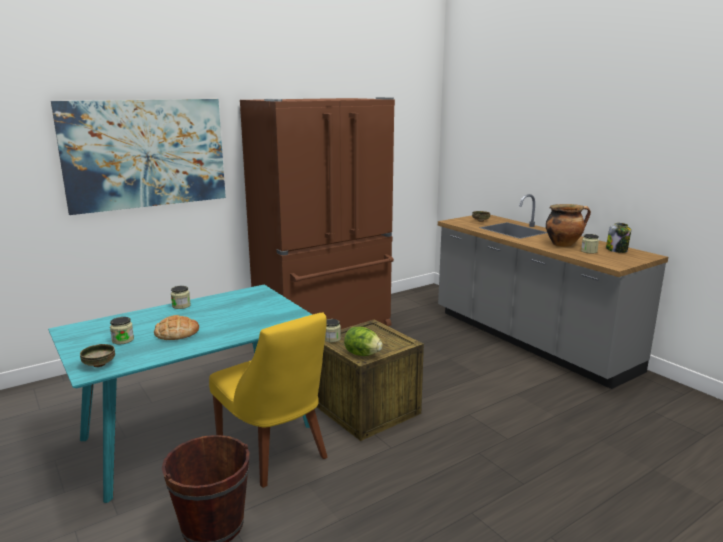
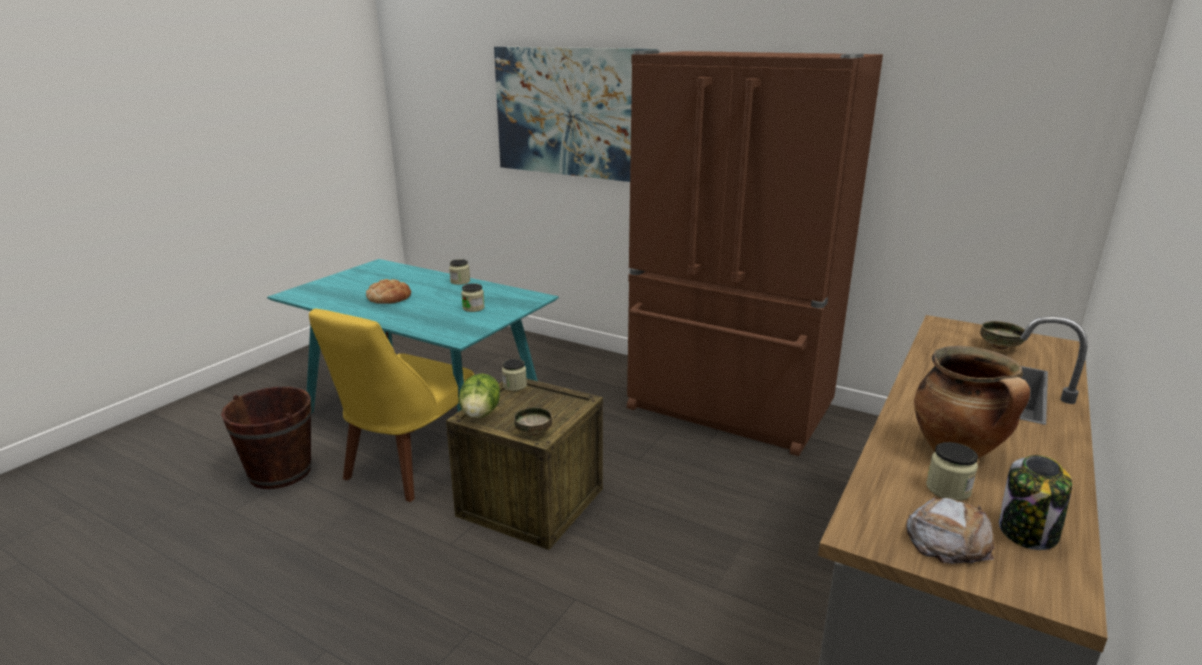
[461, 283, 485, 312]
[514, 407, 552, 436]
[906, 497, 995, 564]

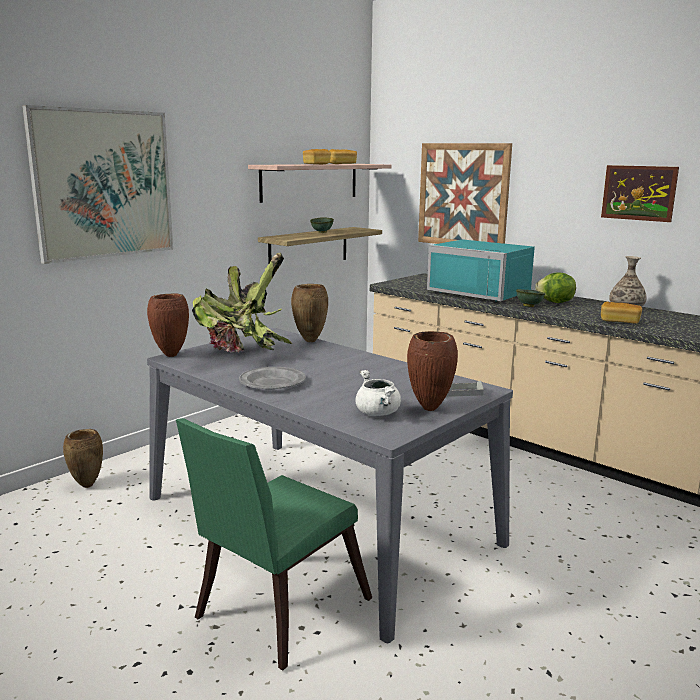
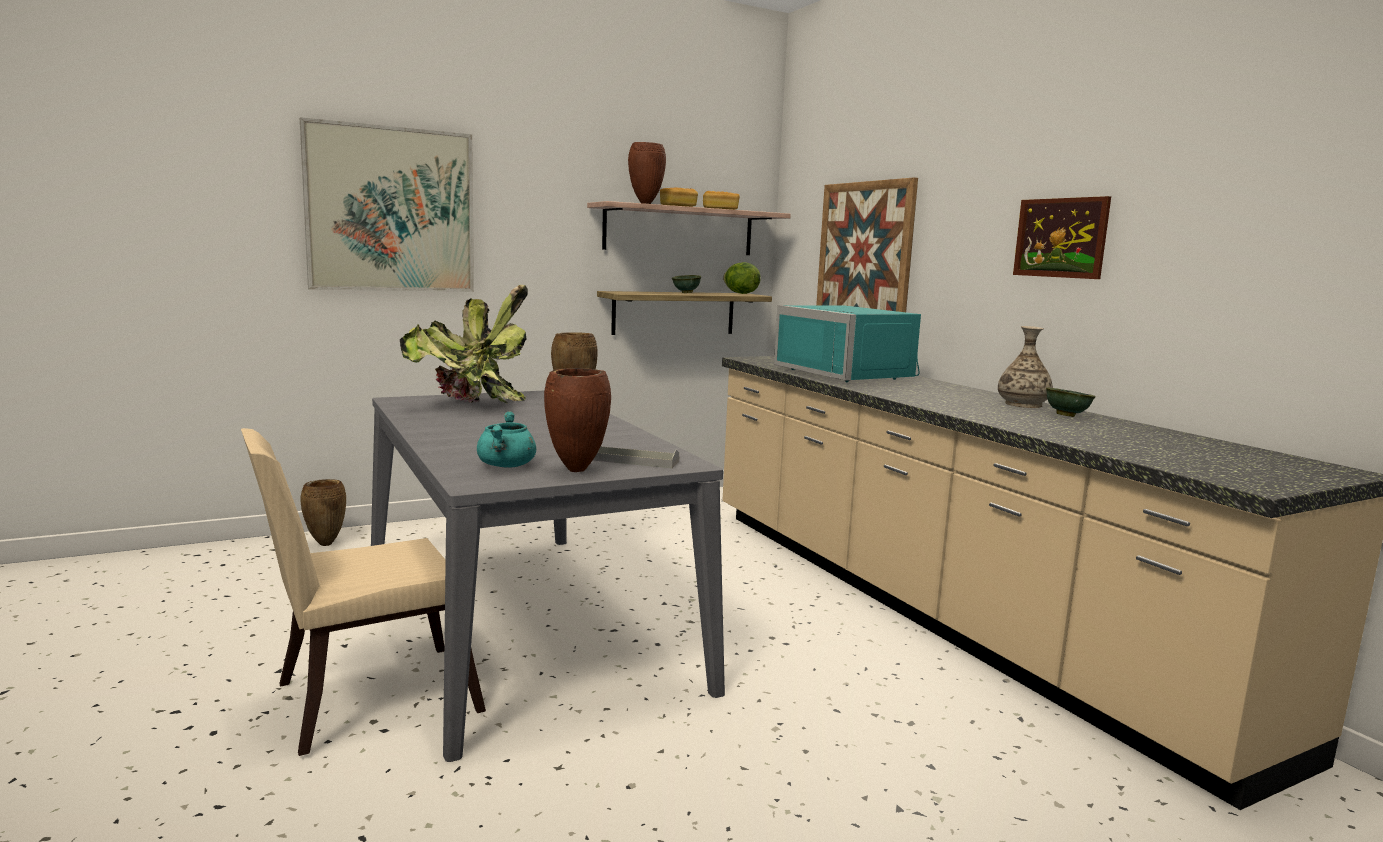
[723, 262, 761, 294]
[1046, 388, 1096, 417]
[628, 142, 666, 204]
[601, 302, 642, 324] (first image)
[239, 367, 306, 389] (first image)
[477, 411, 536, 468]
[241, 428, 486, 756]

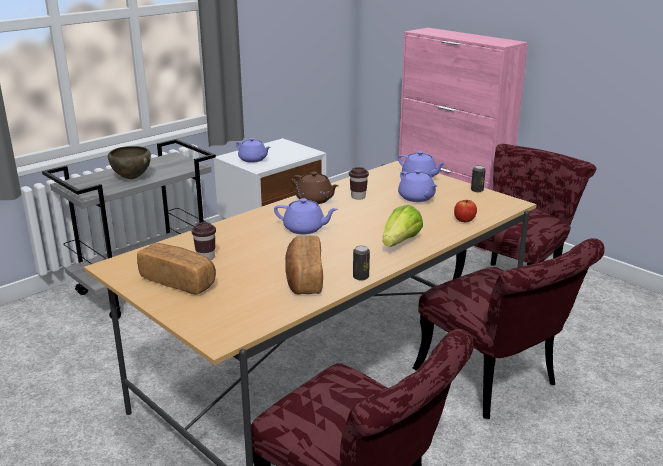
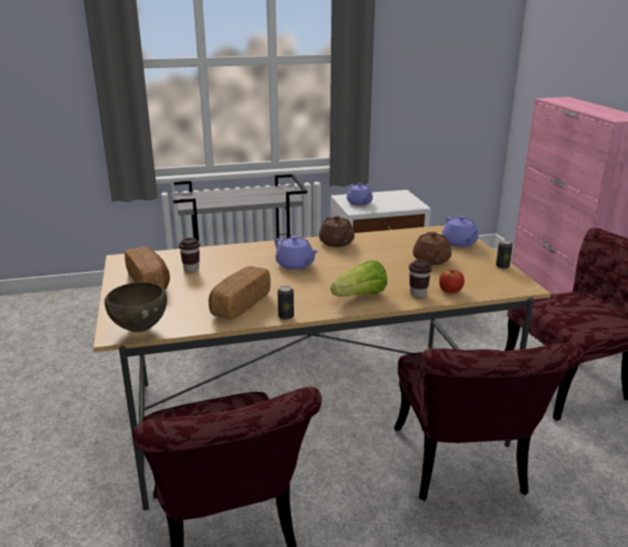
[104, 282, 167, 332]
[409, 260, 432, 297]
[413, 232, 451, 265]

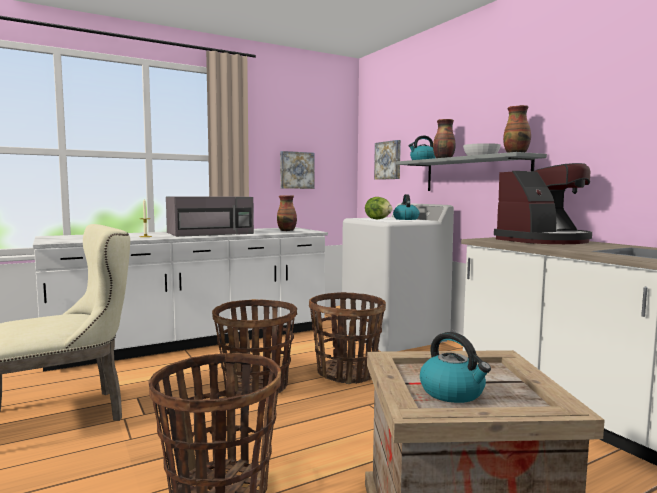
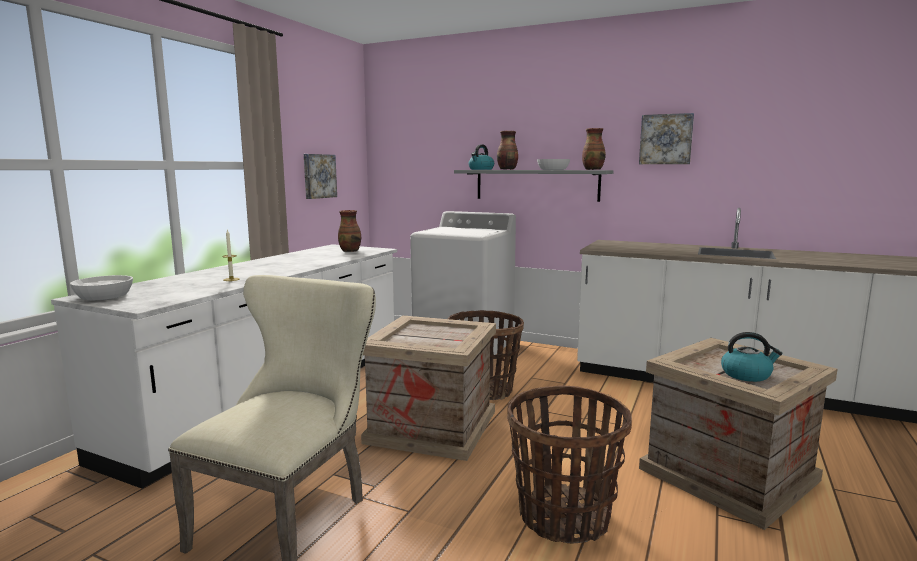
[639, 113, 694, 164]
[494, 163, 592, 244] (first image)
[393, 194, 419, 220] (first image)
[166, 196, 254, 237] (first image)
[365, 197, 392, 219] (first image)
[361, 315, 496, 461]
[70, 275, 133, 300]

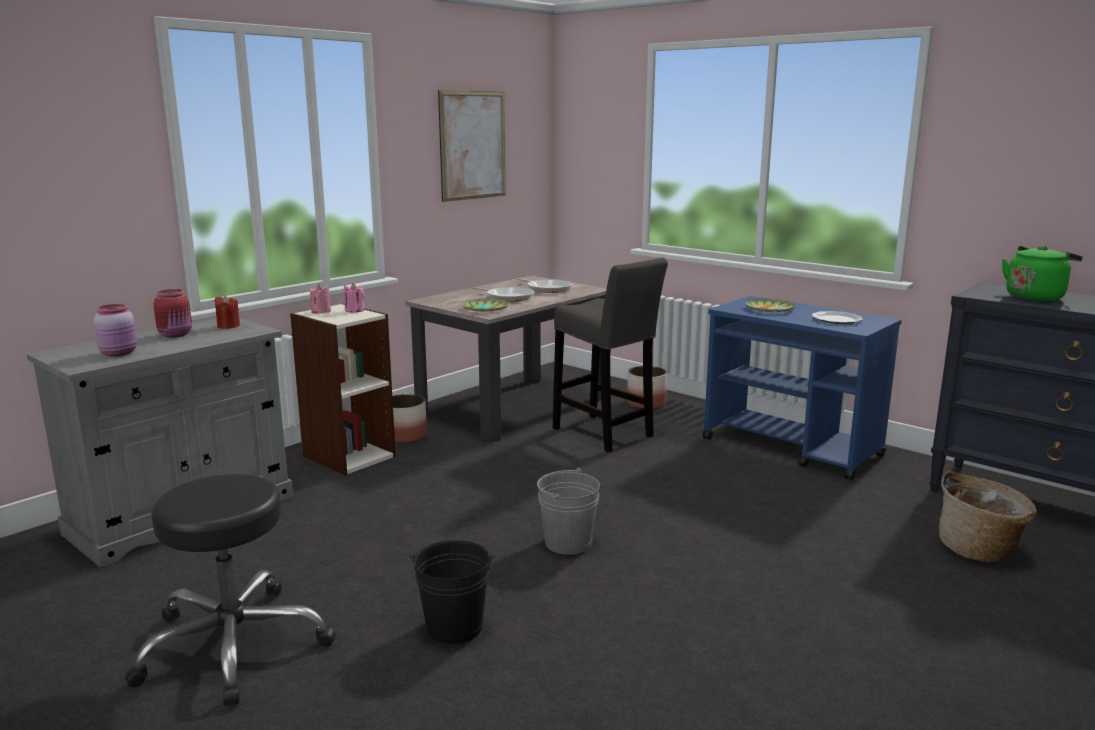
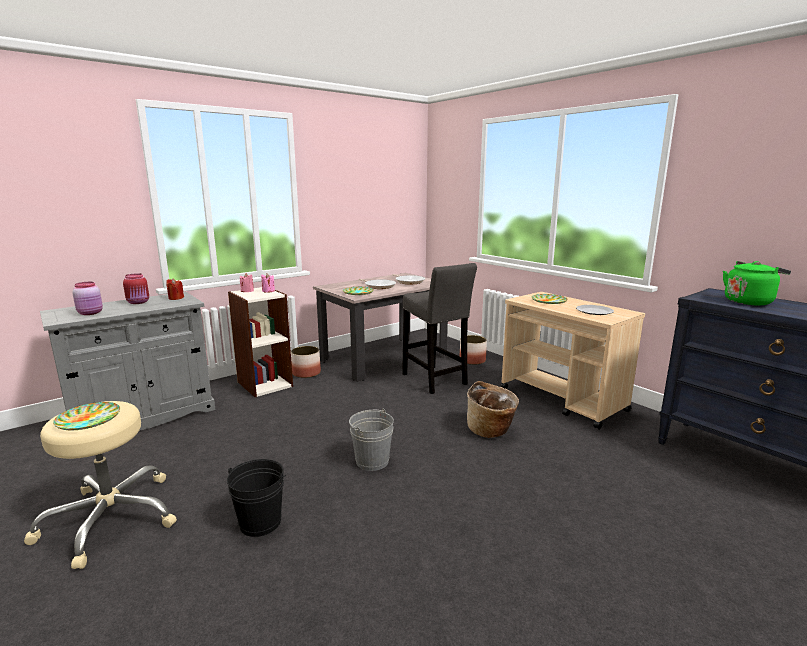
[438, 90, 506, 202] (first image)
[500, 292, 645, 430]
[467, 381, 519, 438]
[24, 401, 177, 569]
[53, 402, 120, 430]

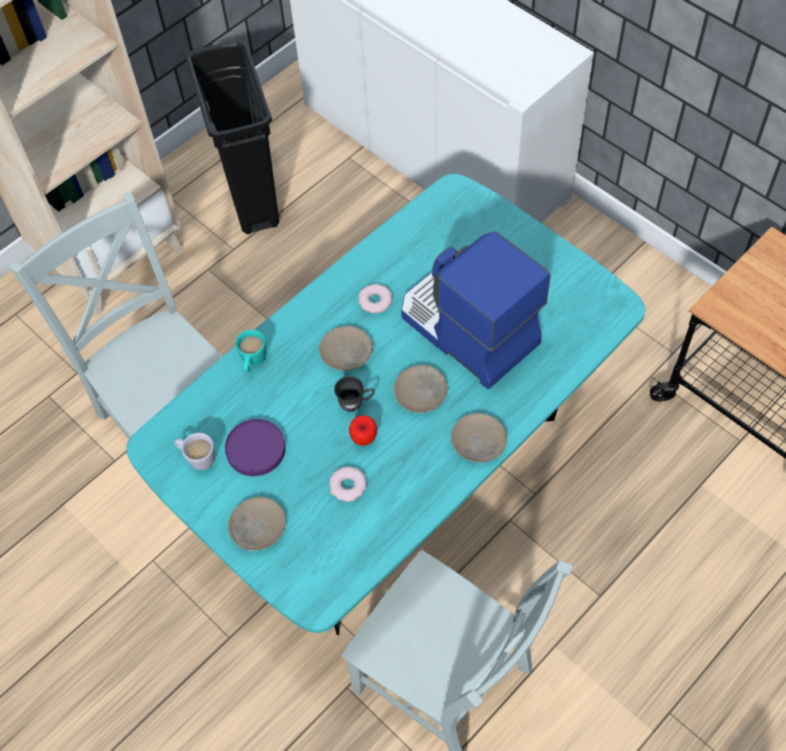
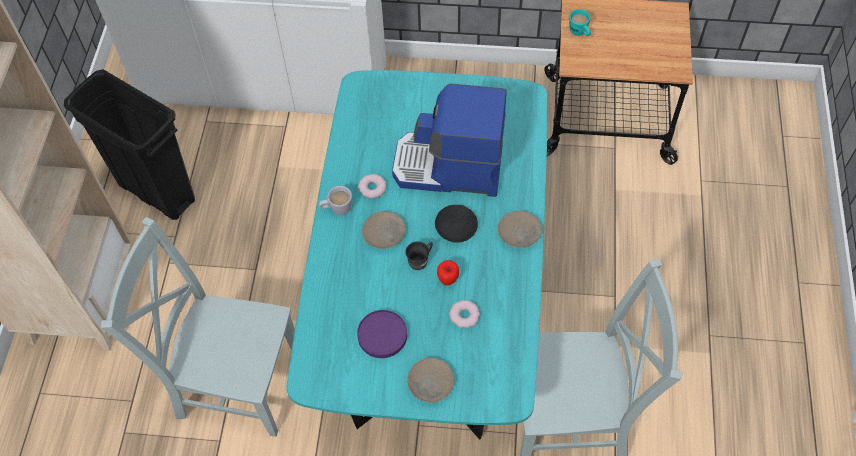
[569, 9, 591, 36]
[435, 205, 478, 243]
[319, 186, 352, 215]

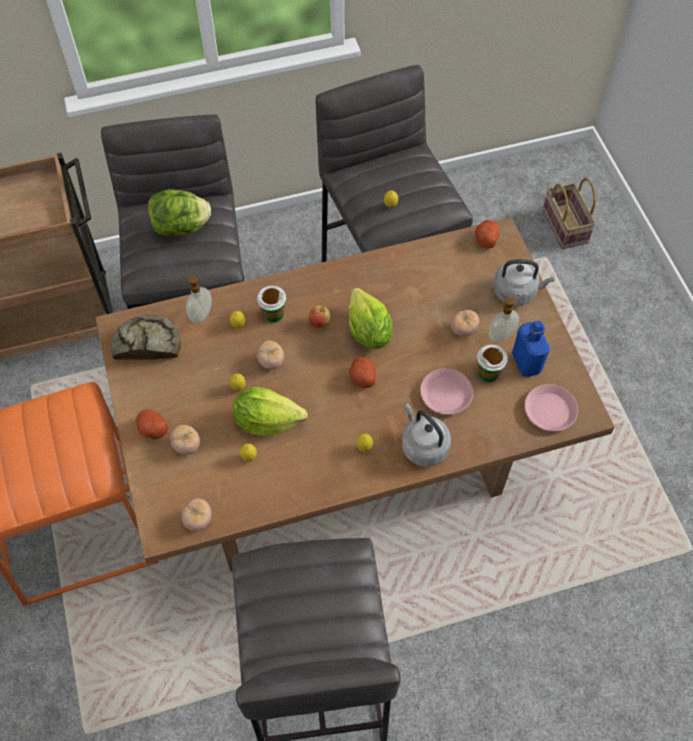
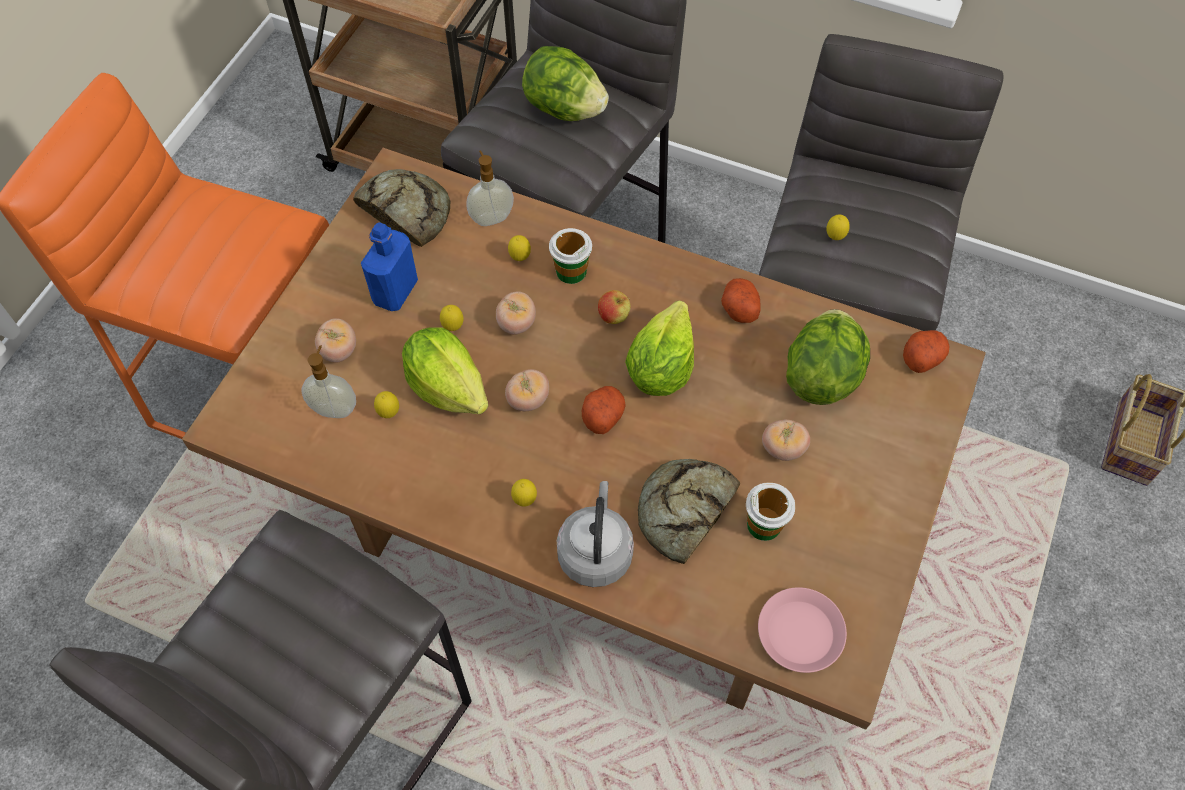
[493, 259, 554, 306] (first image)
[301, 345, 356, 418]
[361, 222, 418, 311]
[638, 459, 740, 564]
[721, 278, 761, 323]
[505, 369, 549, 411]
[786, 309, 870, 405]

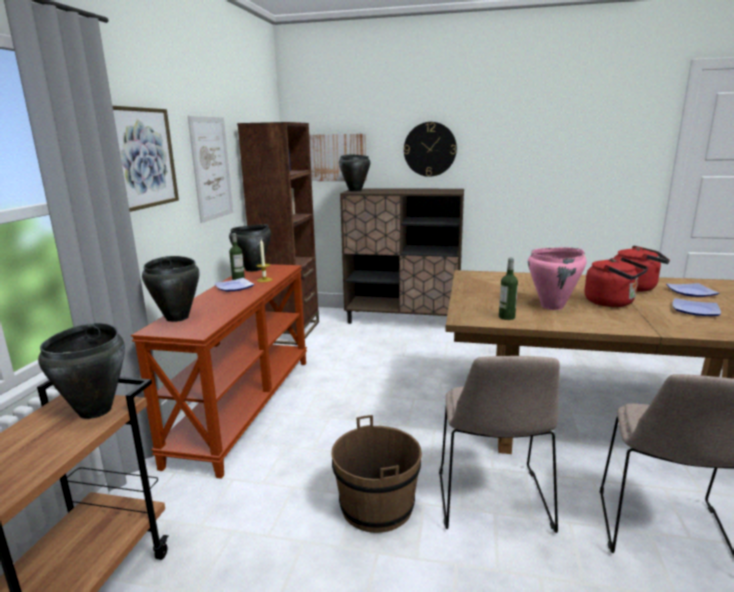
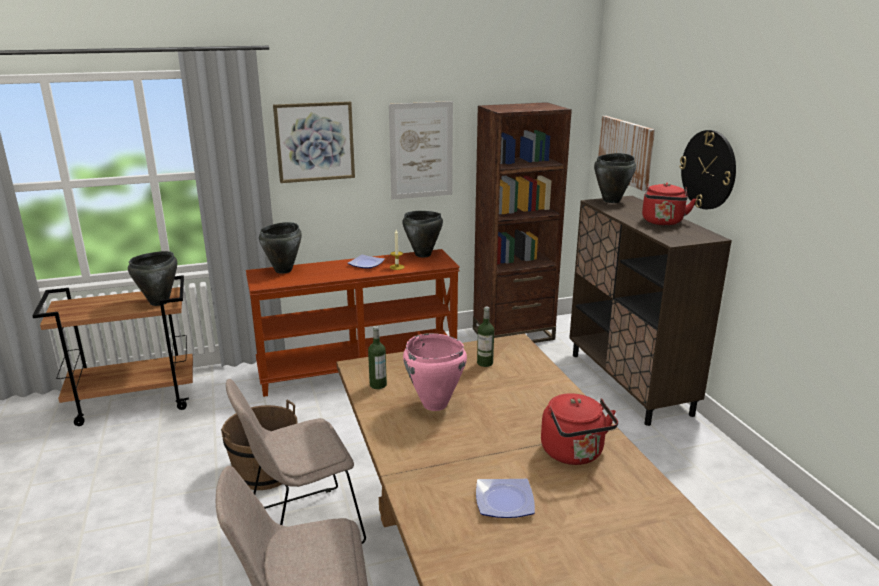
[477, 306, 494, 367]
[642, 183, 696, 225]
[666, 283, 719, 297] (first image)

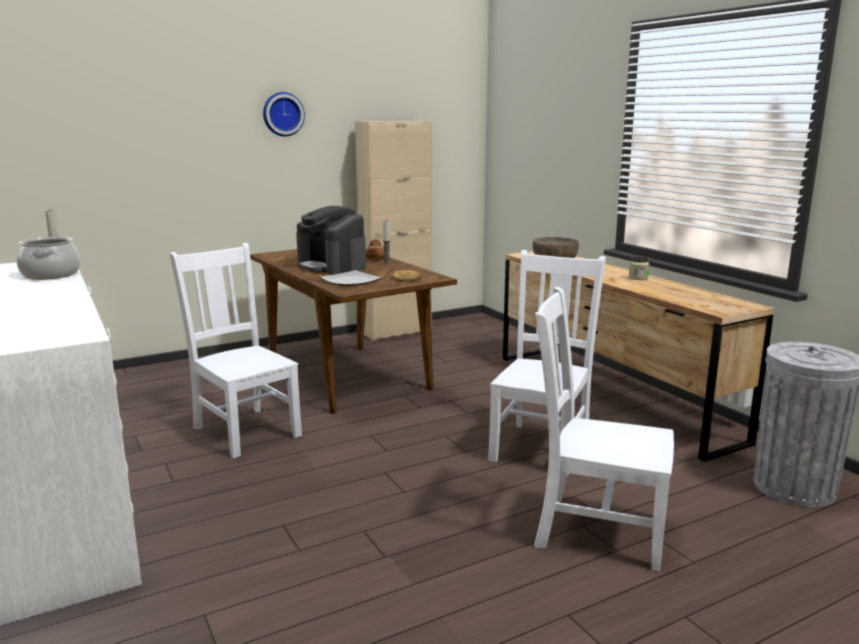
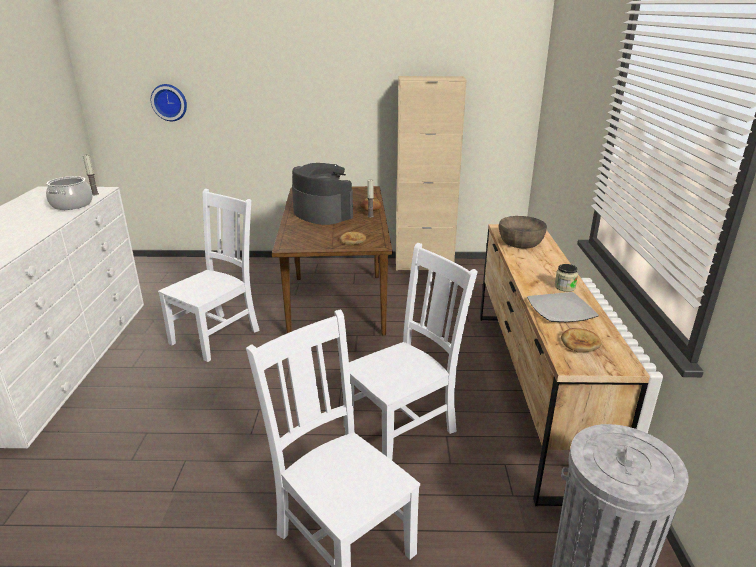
[151, 84, 187, 121]
[292, 163, 353, 225]
[158, 189, 260, 362]
[527, 292, 599, 322]
[561, 328, 602, 353]

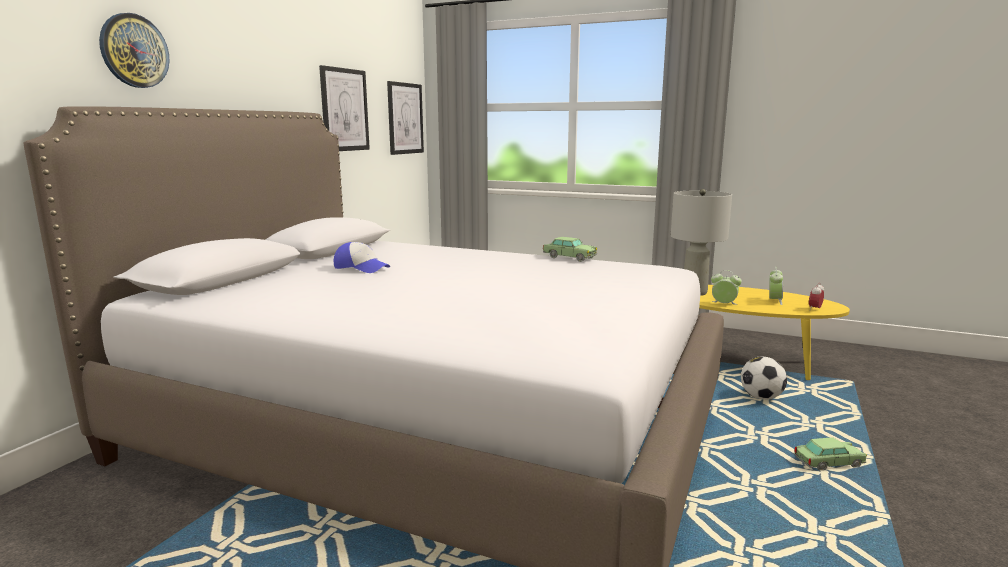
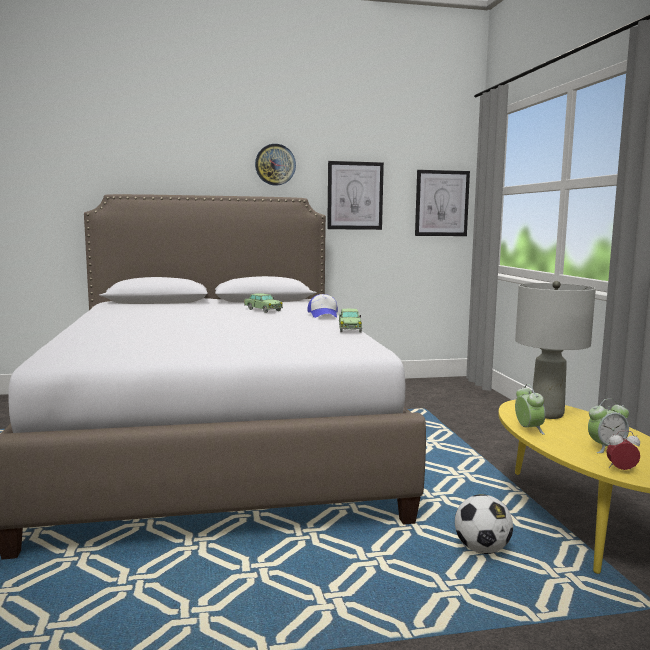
[255, 144, 296, 186]
[307, 294, 338, 318]
[244, 293, 283, 313]

